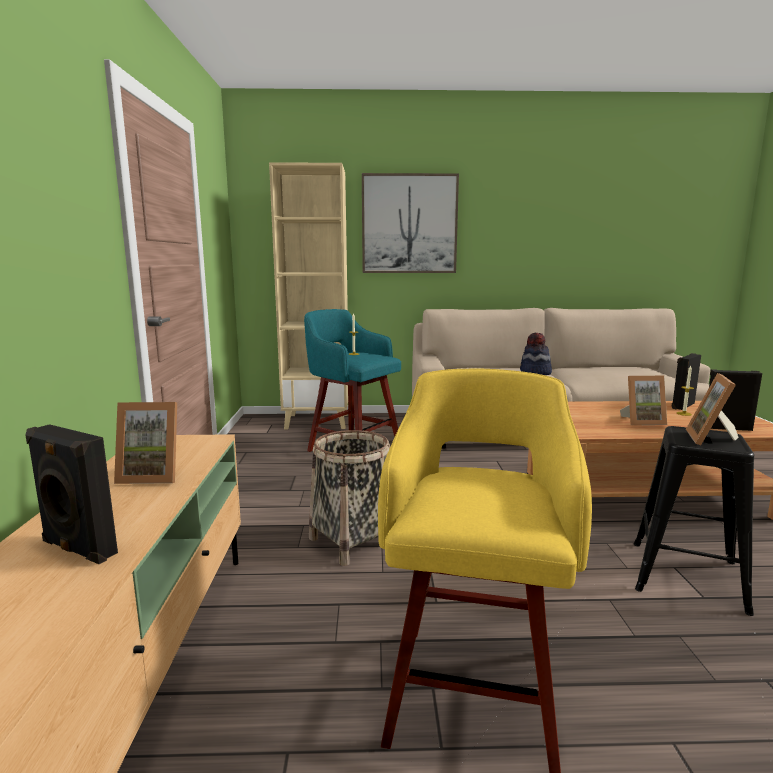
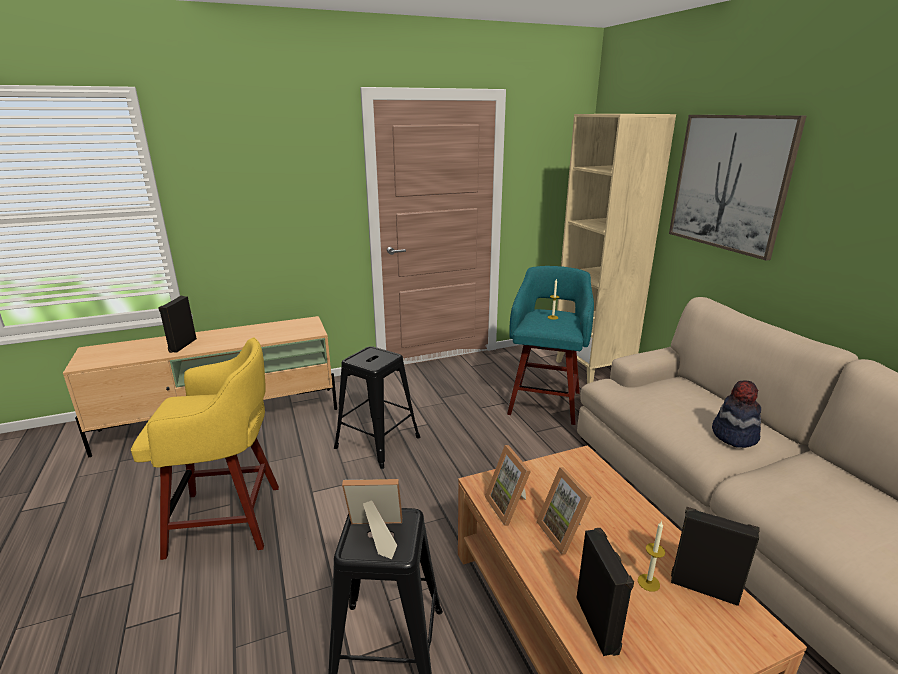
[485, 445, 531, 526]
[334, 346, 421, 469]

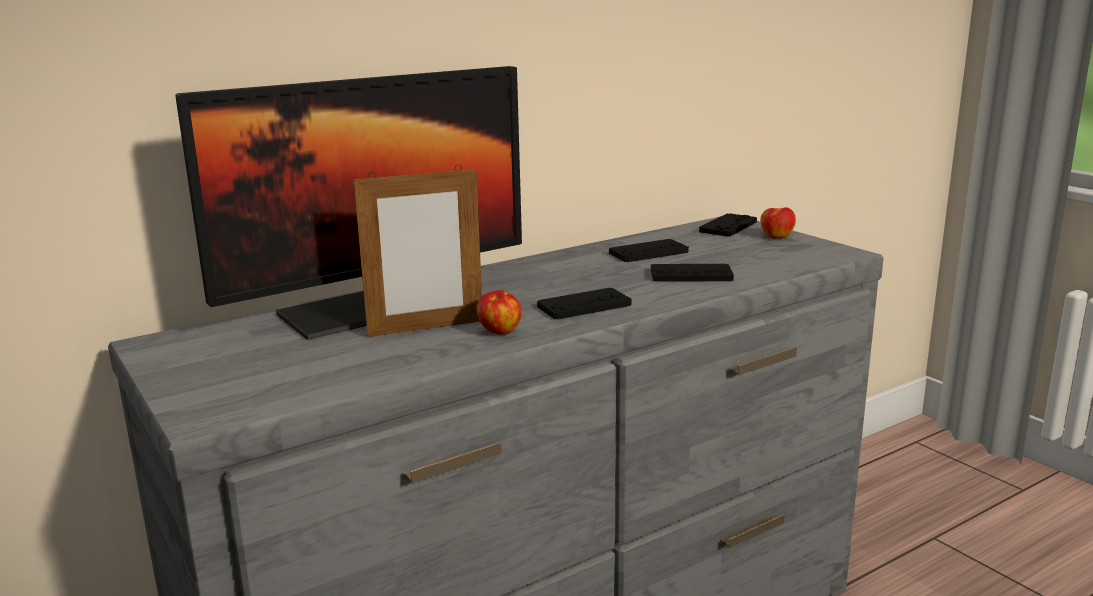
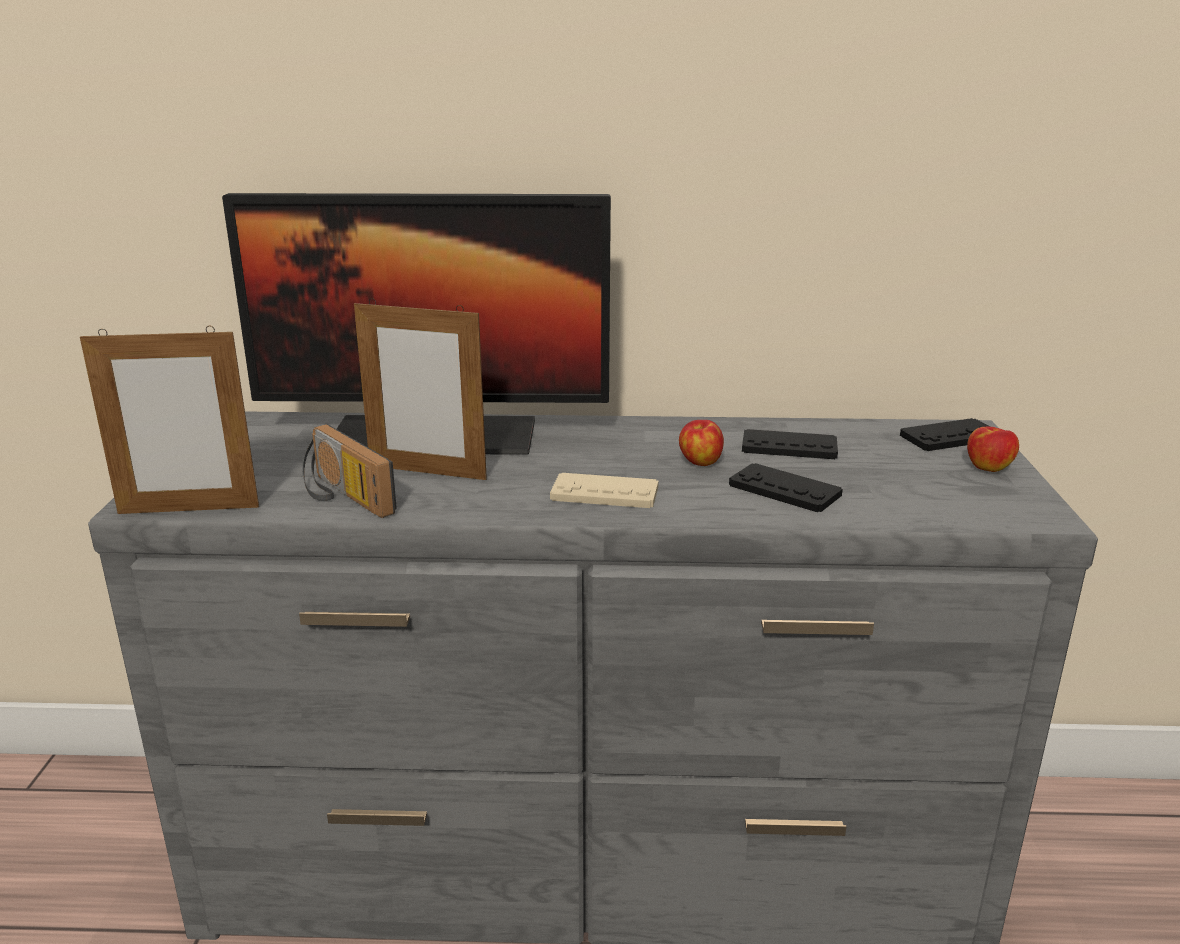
[550, 473, 658, 508]
[679, 420, 724, 466]
[80, 326, 259, 514]
[302, 424, 397, 518]

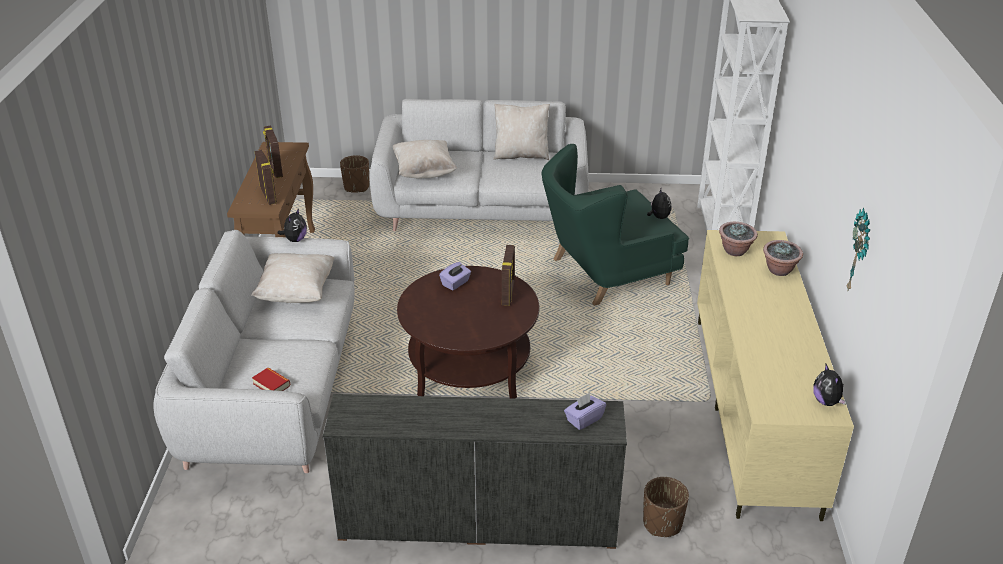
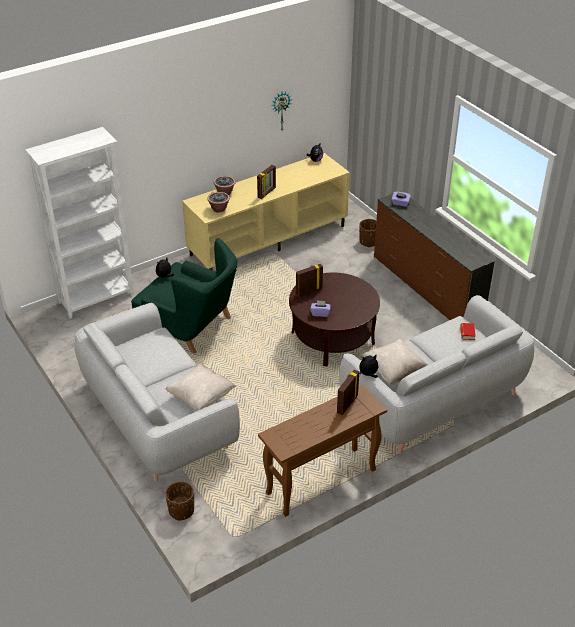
[493, 104, 550, 160] (first image)
[257, 165, 276, 199]

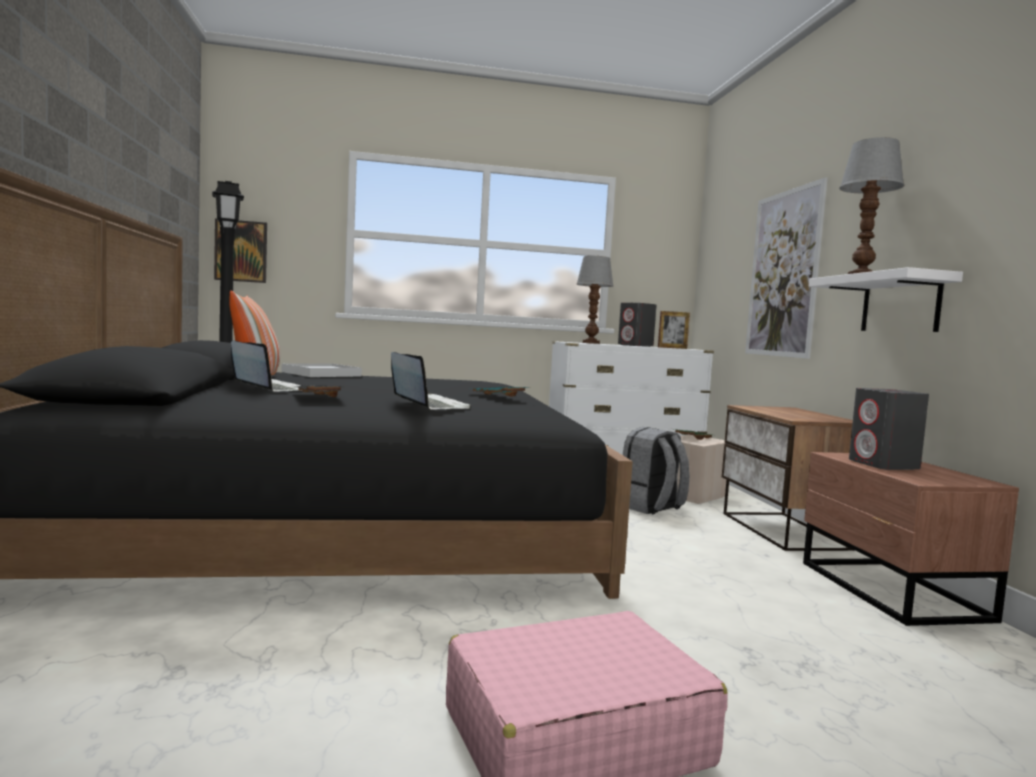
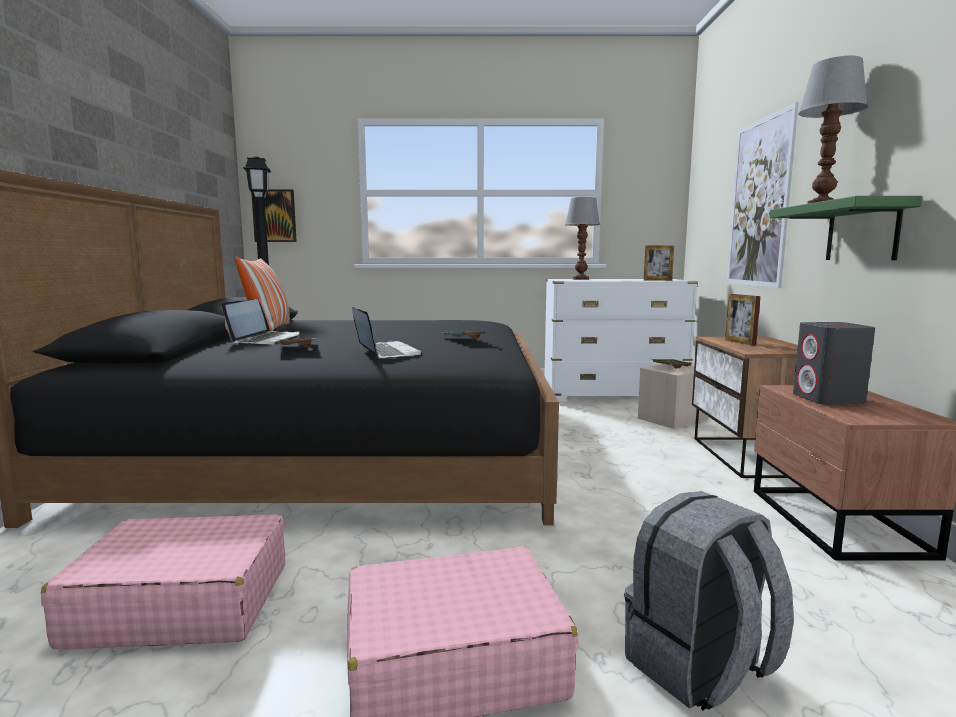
[769, 196, 922, 260]
[618, 303, 657, 347] (first image)
[222, 299, 300, 345]
[282, 363, 362, 377] (first image)
[624, 491, 794, 711]
[725, 294, 761, 345]
[41, 514, 285, 649]

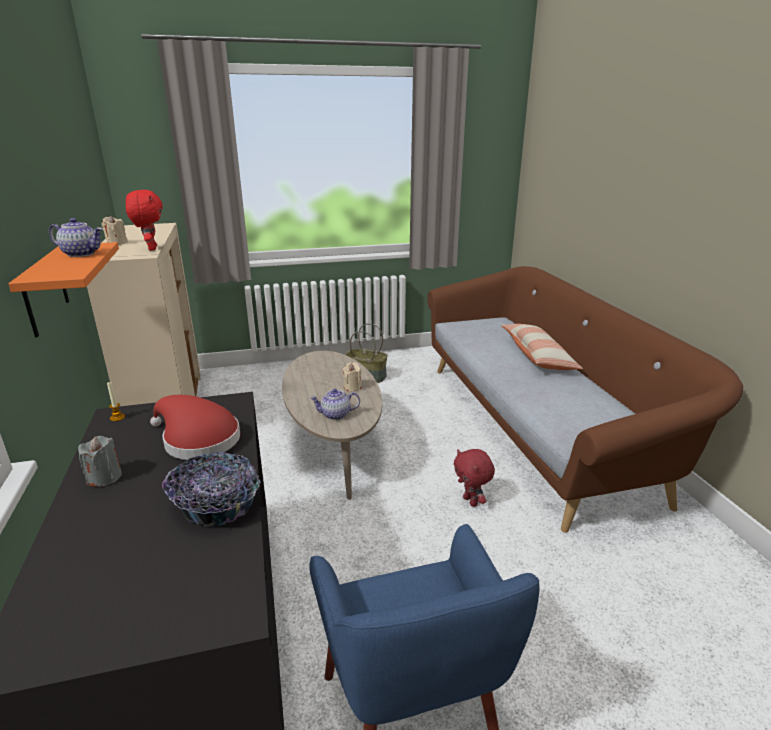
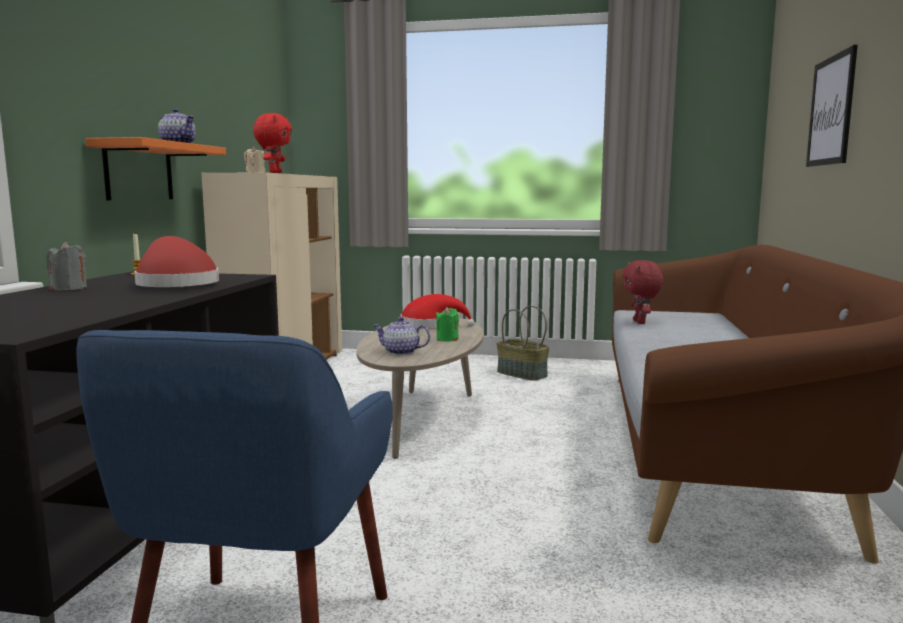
[501, 324, 583, 370] (first image)
[436, 307, 459, 341]
[622, 260, 663, 324]
[162, 452, 261, 526] (first image)
[806, 45, 858, 167]
[401, 294, 475, 327]

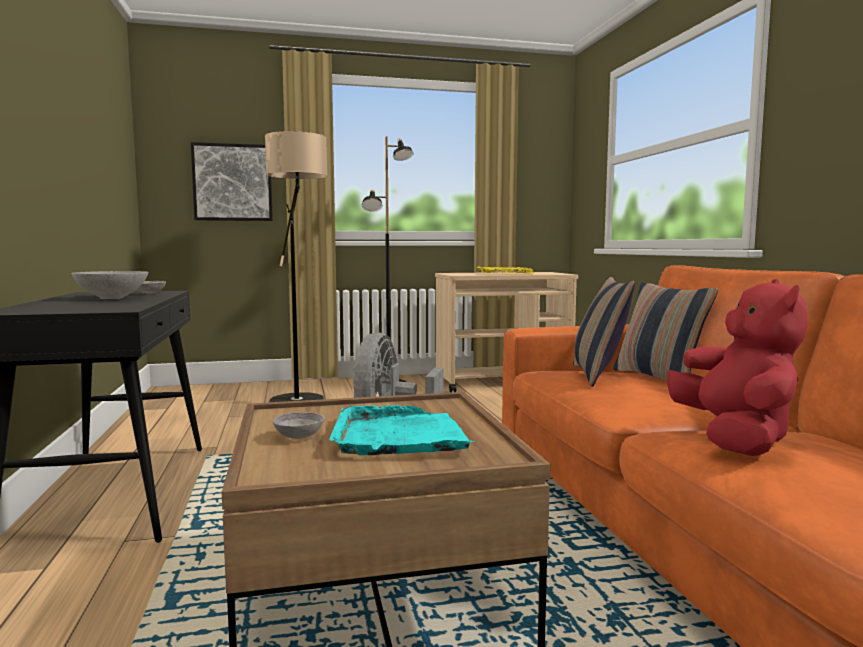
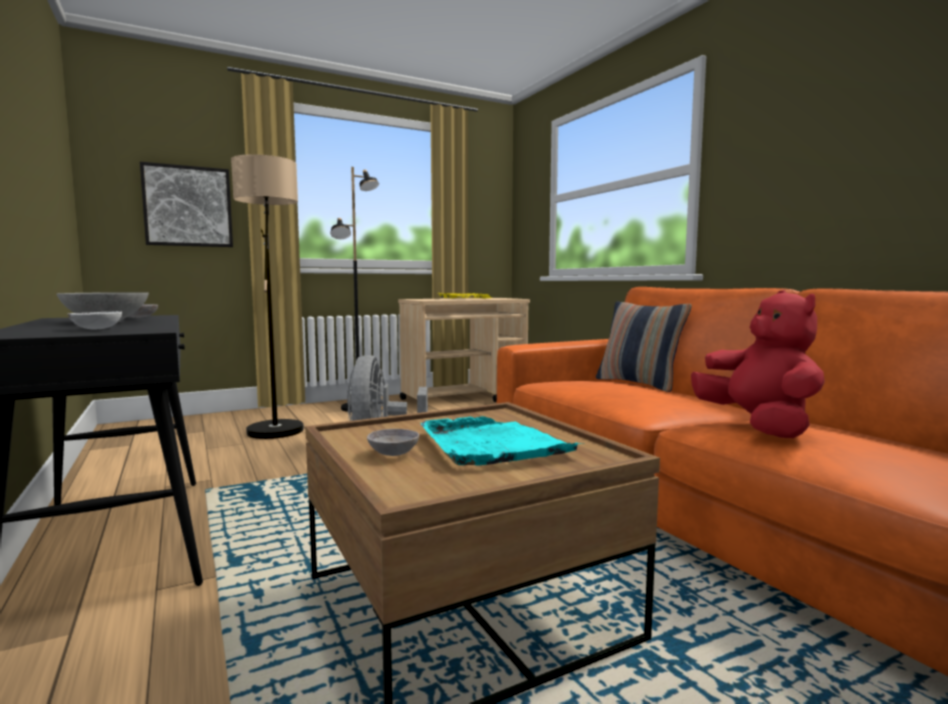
[573, 276, 635, 387] (first image)
[68, 311, 122, 329]

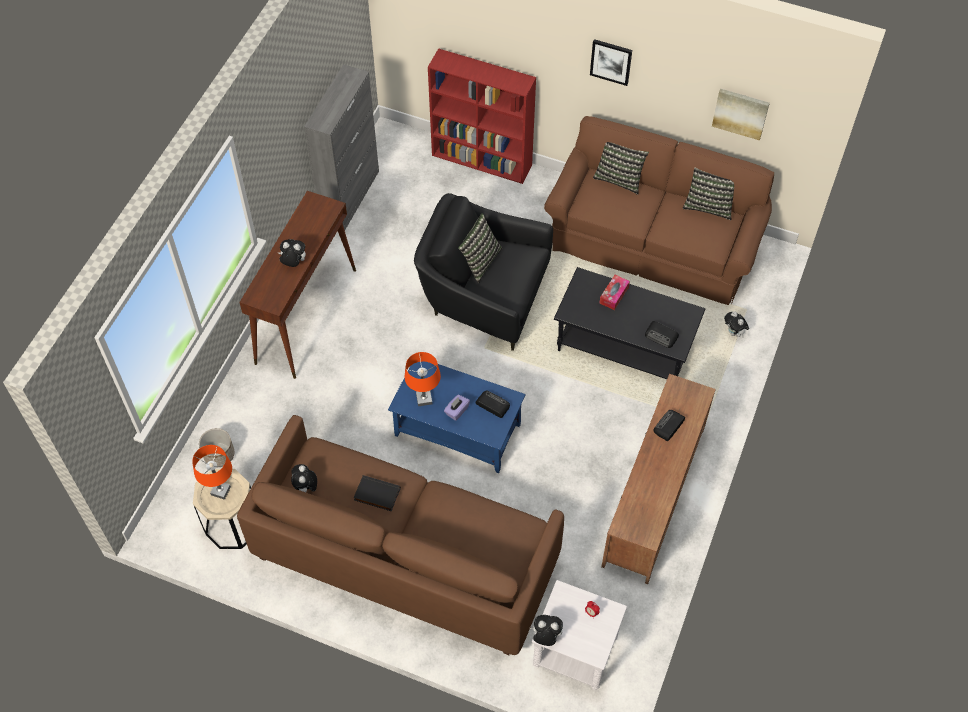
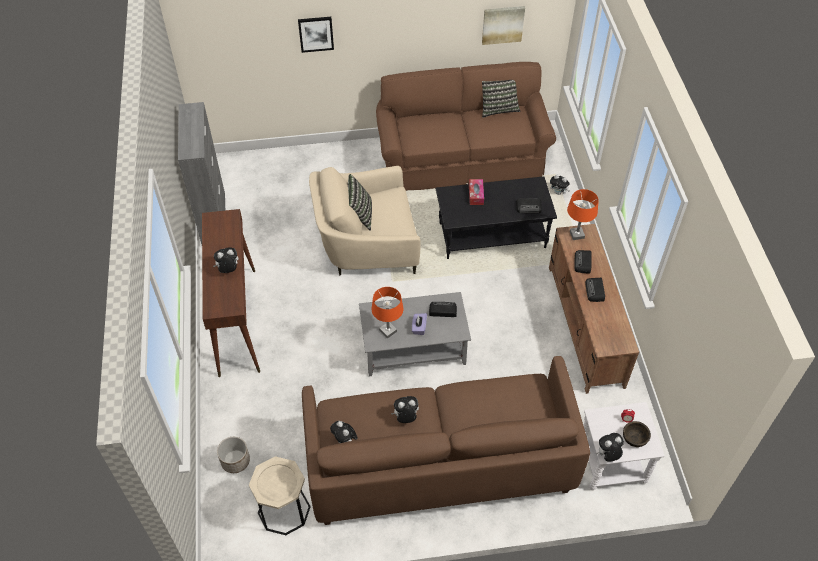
[298, 17, 334, 53]
[428, 48, 536, 184] (first image)
[593, 142, 649, 195] (first image)
[309, 166, 421, 275]
[359, 292, 471, 376]
[567, 189, 599, 240]
[391, 396, 419, 423]
[585, 278, 605, 302]
[623, 421, 651, 447]

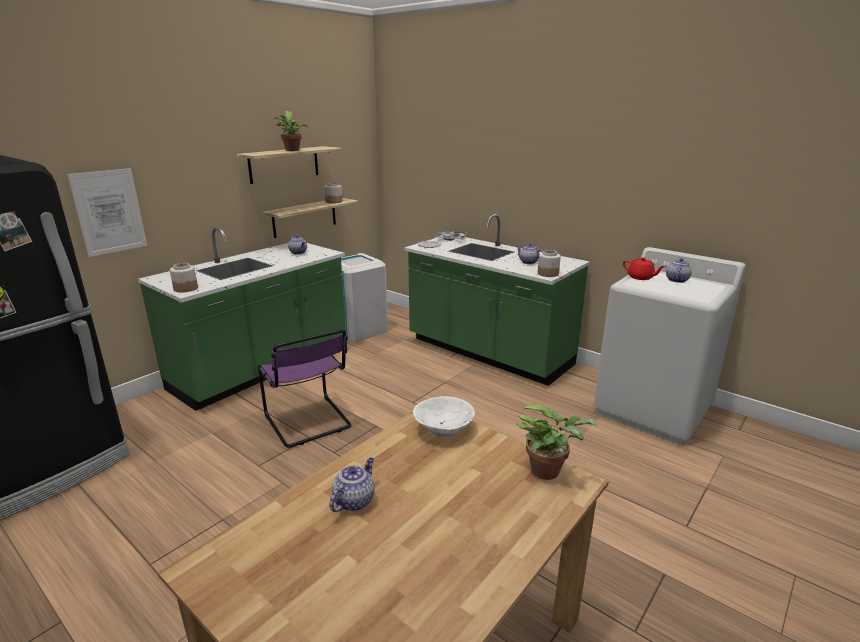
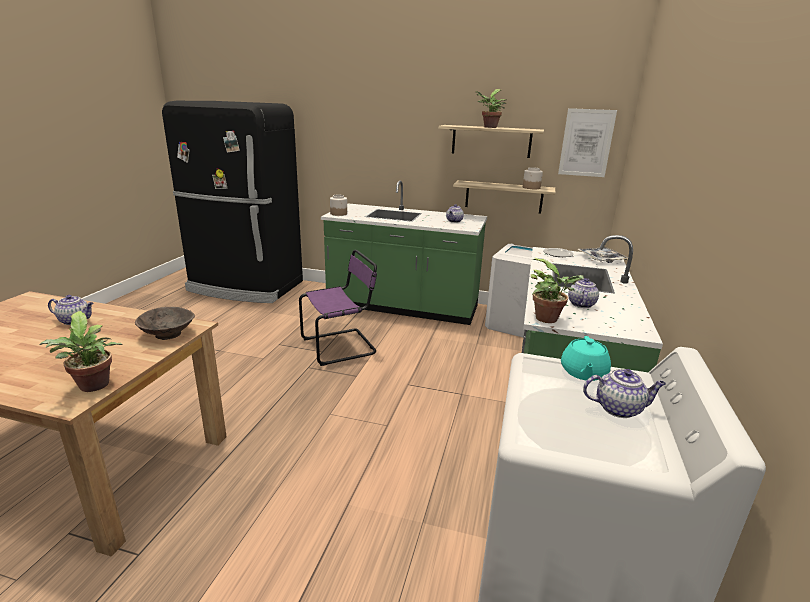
[558, 108, 617, 177]
[531, 258, 584, 323]
[561, 336, 611, 381]
[299, 250, 377, 366]
[135, 307, 195, 340]

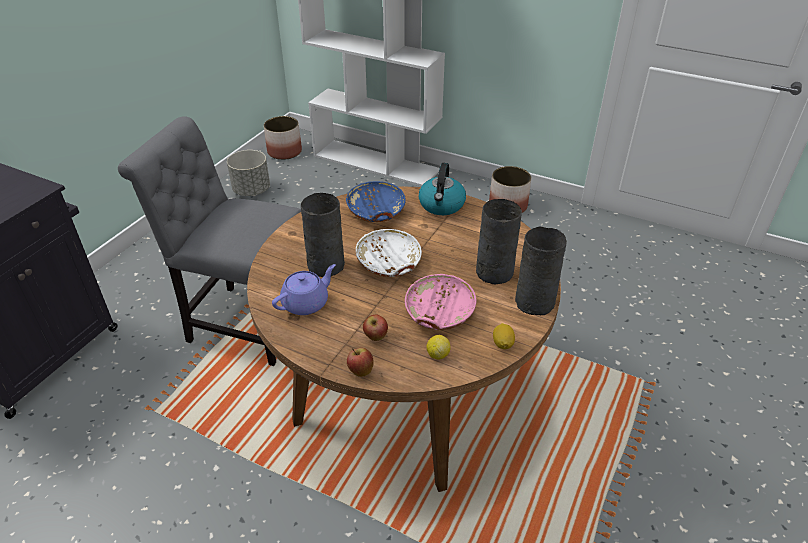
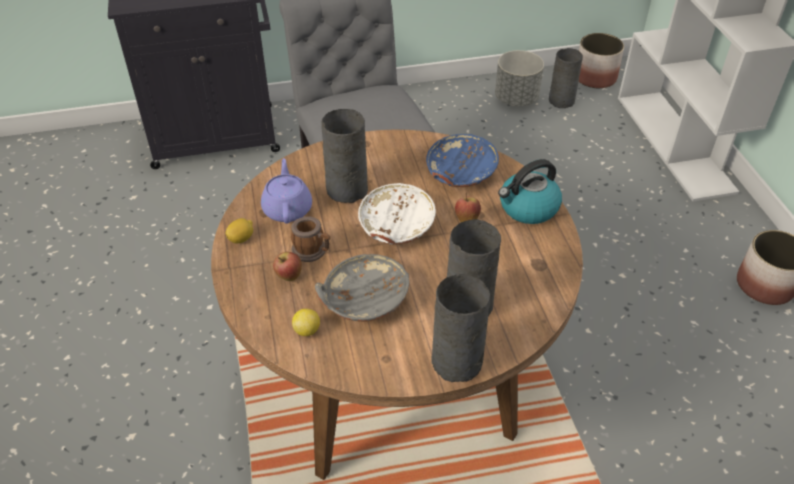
[261, 158, 312, 224]
[315, 254, 409, 322]
[225, 218, 253, 243]
[455, 193, 481, 222]
[549, 48, 583, 108]
[291, 216, 330, 262]

